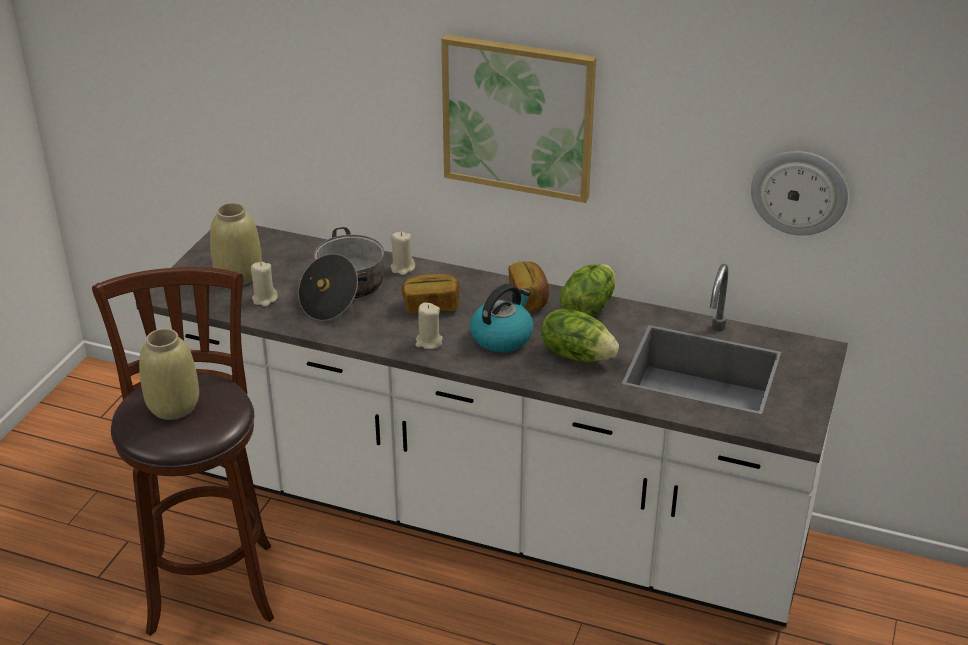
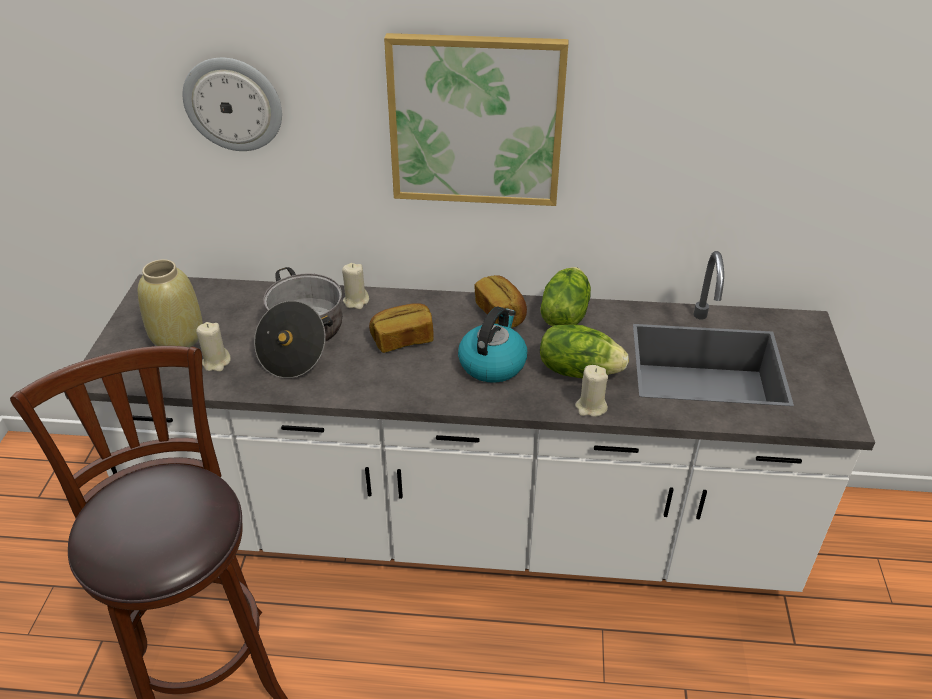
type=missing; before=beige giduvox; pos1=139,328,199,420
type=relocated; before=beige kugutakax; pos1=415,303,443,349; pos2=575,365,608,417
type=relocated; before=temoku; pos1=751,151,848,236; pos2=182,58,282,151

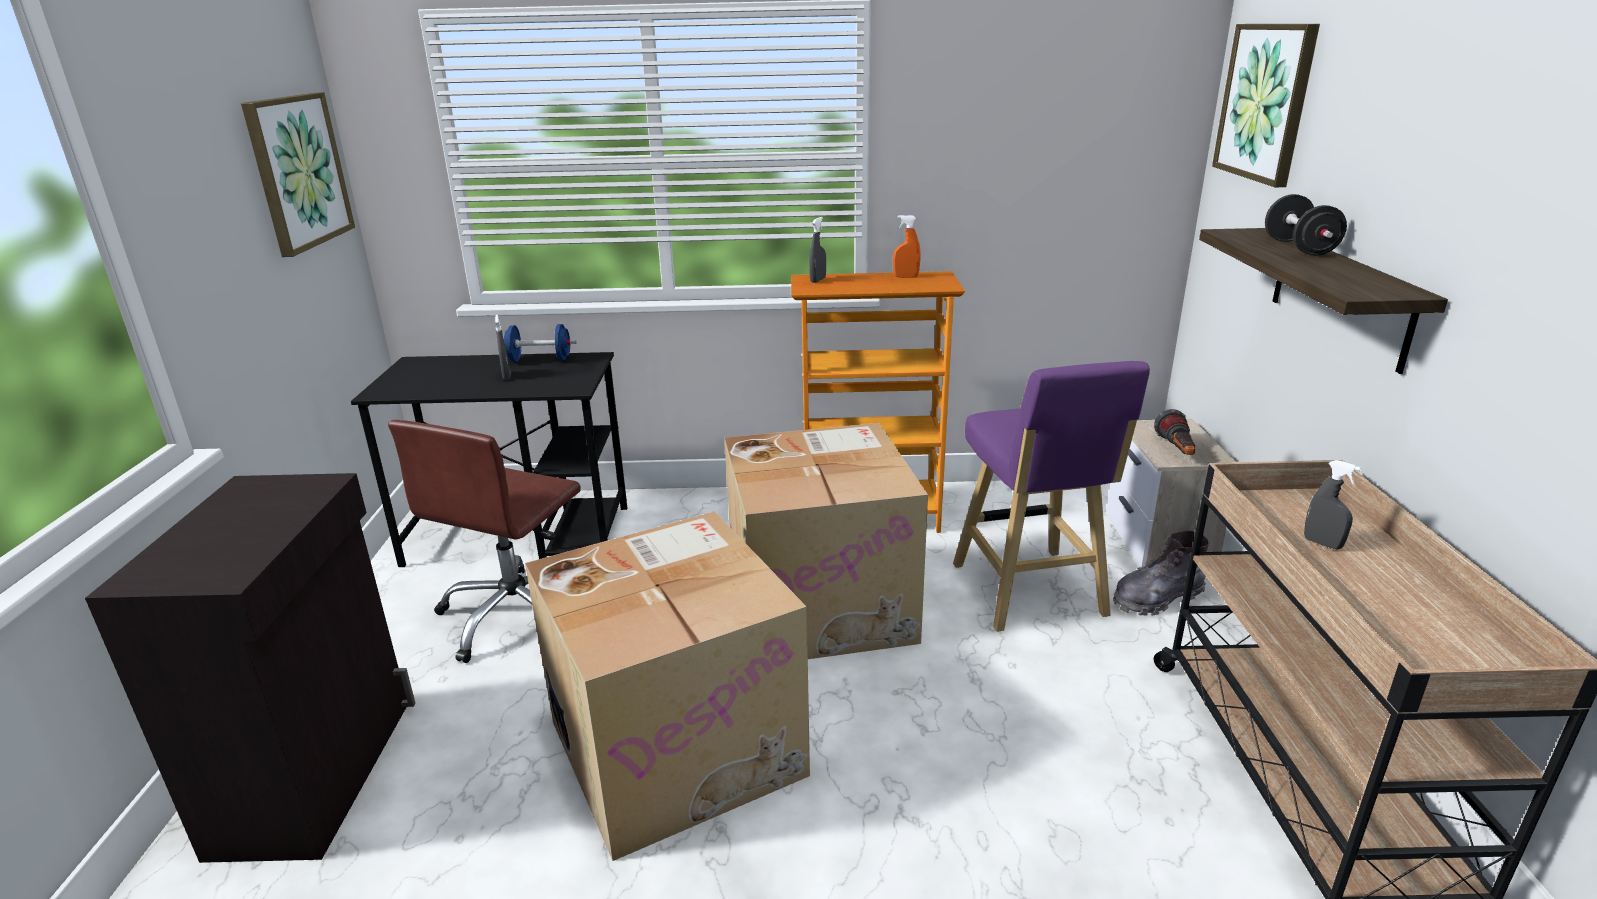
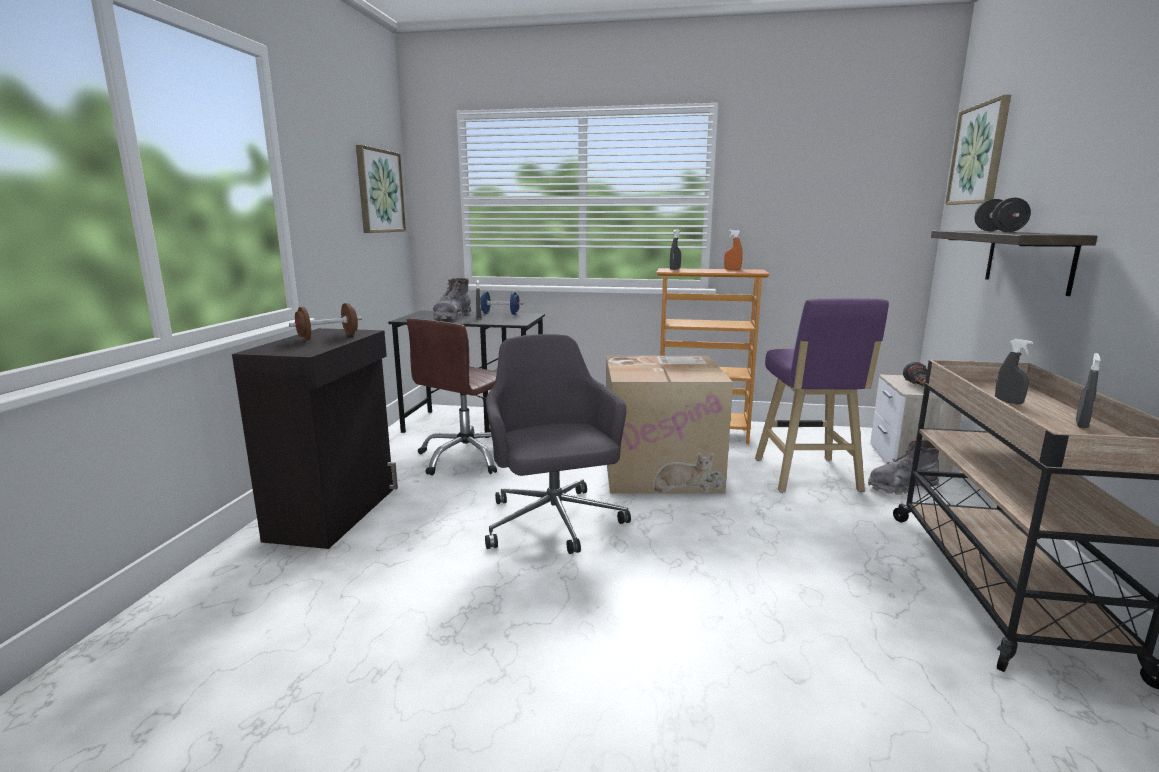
type=appeared; after=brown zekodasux; pos2=289,303,362,341
type=appeared; after=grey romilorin; pos2=433,278,471,319
type=appeared; after=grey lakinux; pos2=1076,353,1101,428
type=exchanged; before=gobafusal; after=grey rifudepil; pos1=525,511,810,861; pos2=485,334,631,554

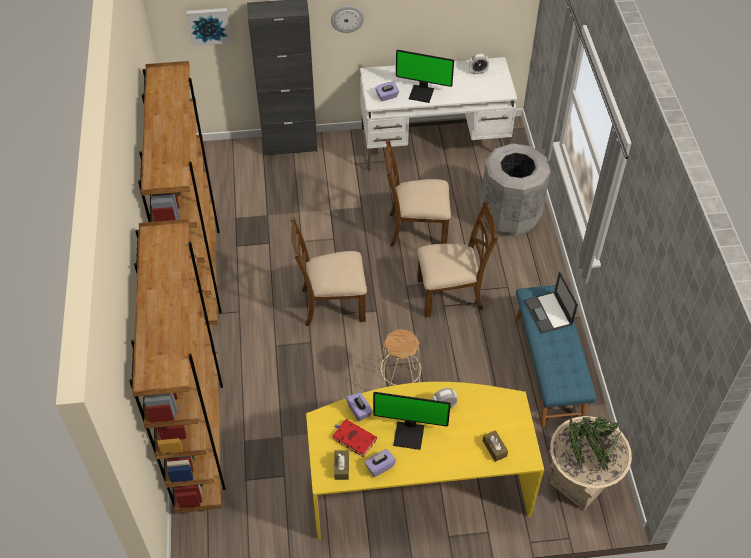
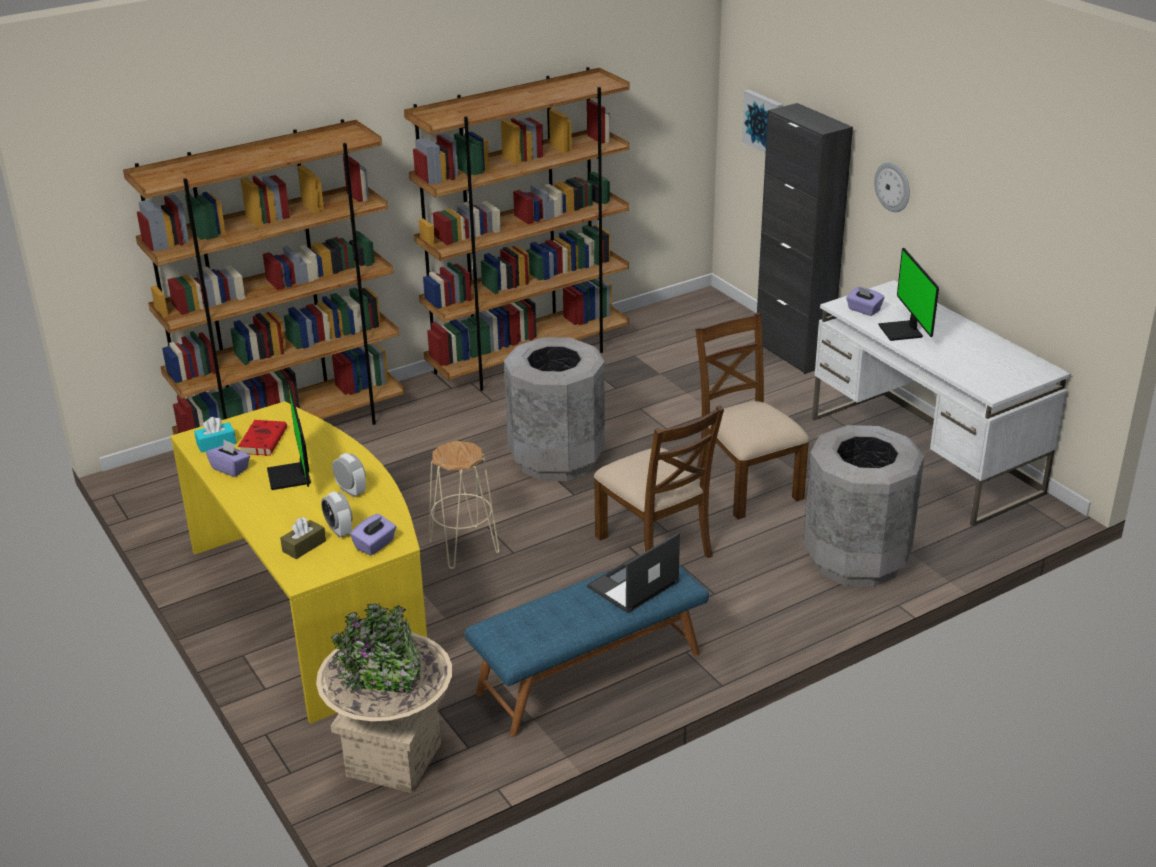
type=relocated; before=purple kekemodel; pos1=346,393,373,421; pos2=350,514,396,555
type=relocated; before=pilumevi; pos1=469,53,489,74; pos2=321,491,352,538
type=exchanged; before=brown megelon; after=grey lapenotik; pos1=291,217,367,326; pos2=504,337,605,481
type=colour; before=brown kekemodel; after=turquoise kekemodel; pos1=334,451,349,480; pos2=194,417,236,453

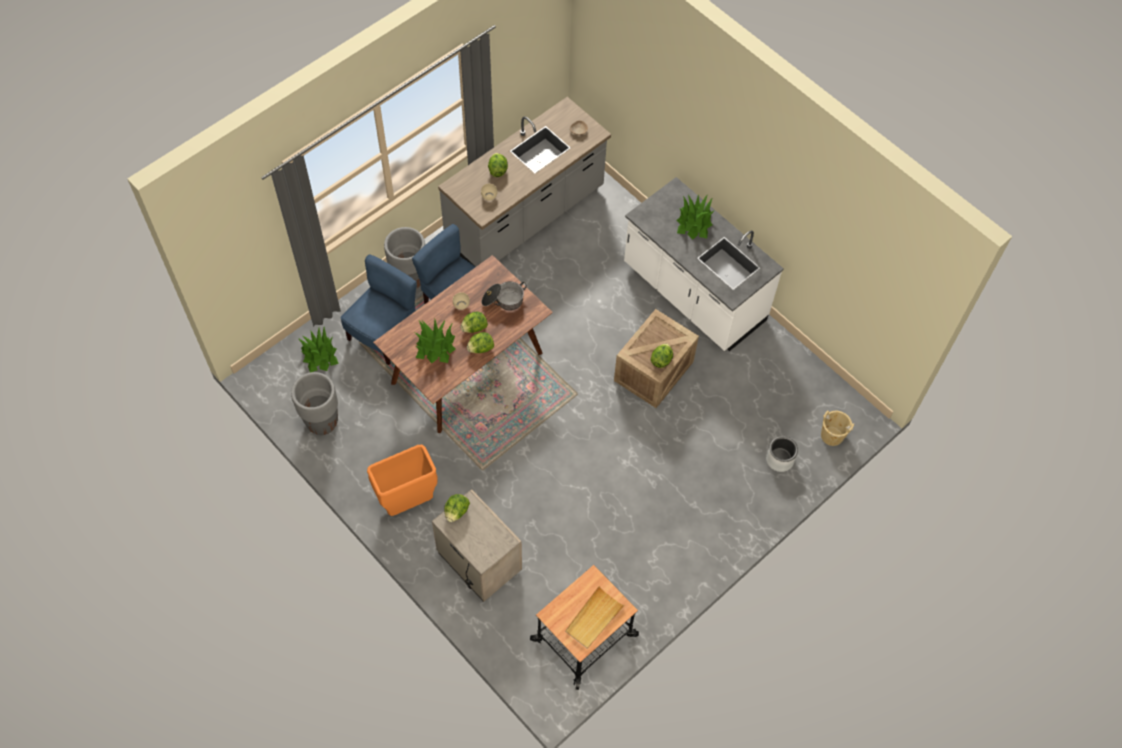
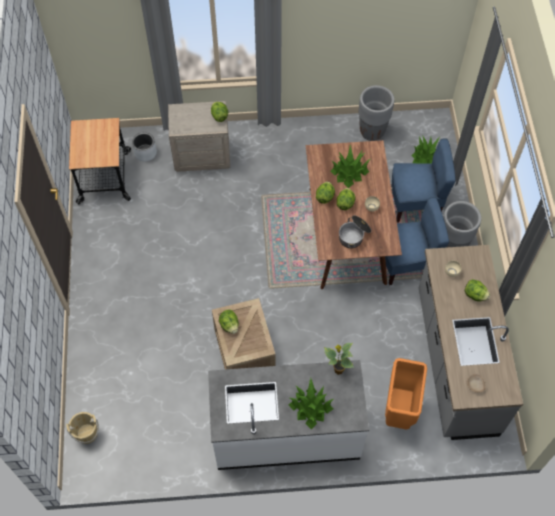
type=missing; before=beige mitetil; pos1=565,586,625,649
type=appeared; after=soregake; pos2=324,343,354,375
type=relocated; before=orange lapenotik; pos1=367,445,437,516; pos2=385,358,427,429
type=relocated; before=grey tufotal; pos1=766,436,798,472; pos2=132,132,157,162
type=spun; before=blue megelon; pos1=340,254,417,365; pos2=391,138,456,223; turn=-75

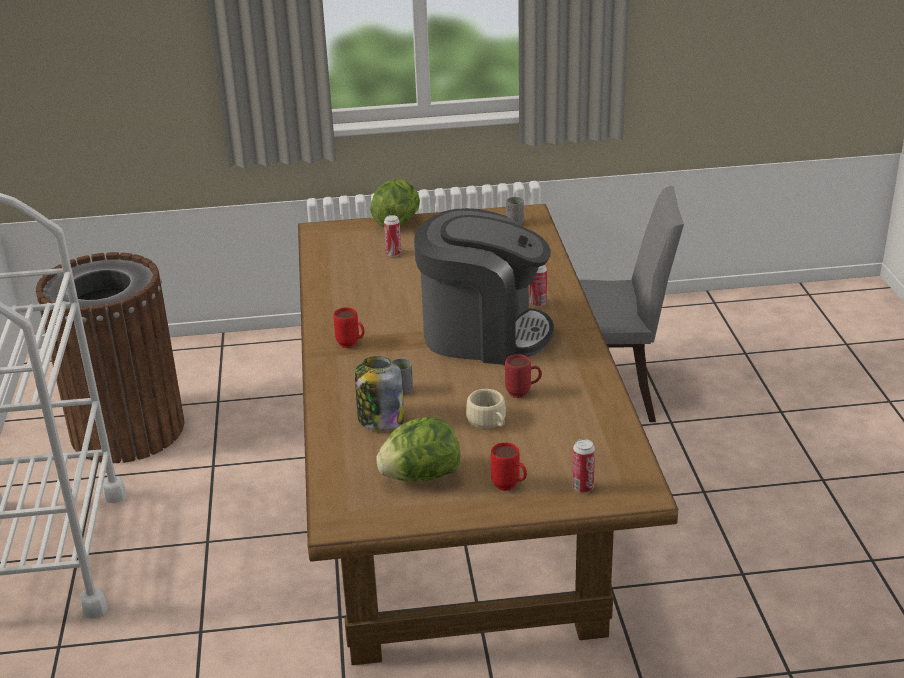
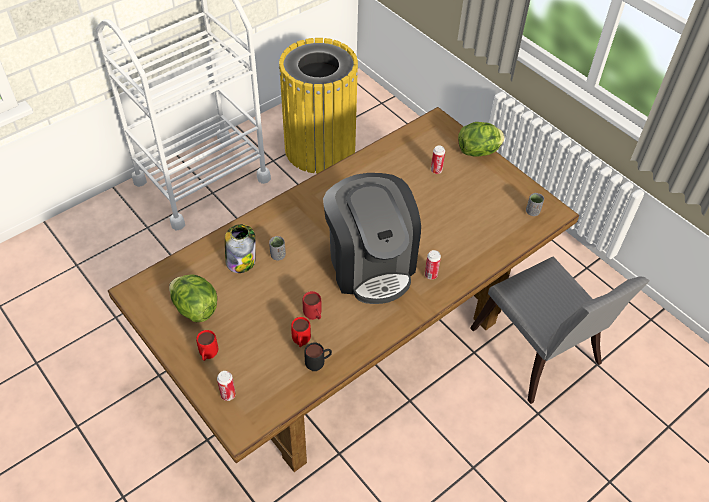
type=missing; before=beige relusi; pos1=466,389,506,428
type=appeared; after=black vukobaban; pos2=304,342,332,371
type=relocated; before=red vukobaban; pos1=333,307,365,348; pos2=291,317,311,347
type=colour; before=brown lapenotik; after=yellow lapenotik; pos1=36,252,185,463; pos2=279,38,359,174

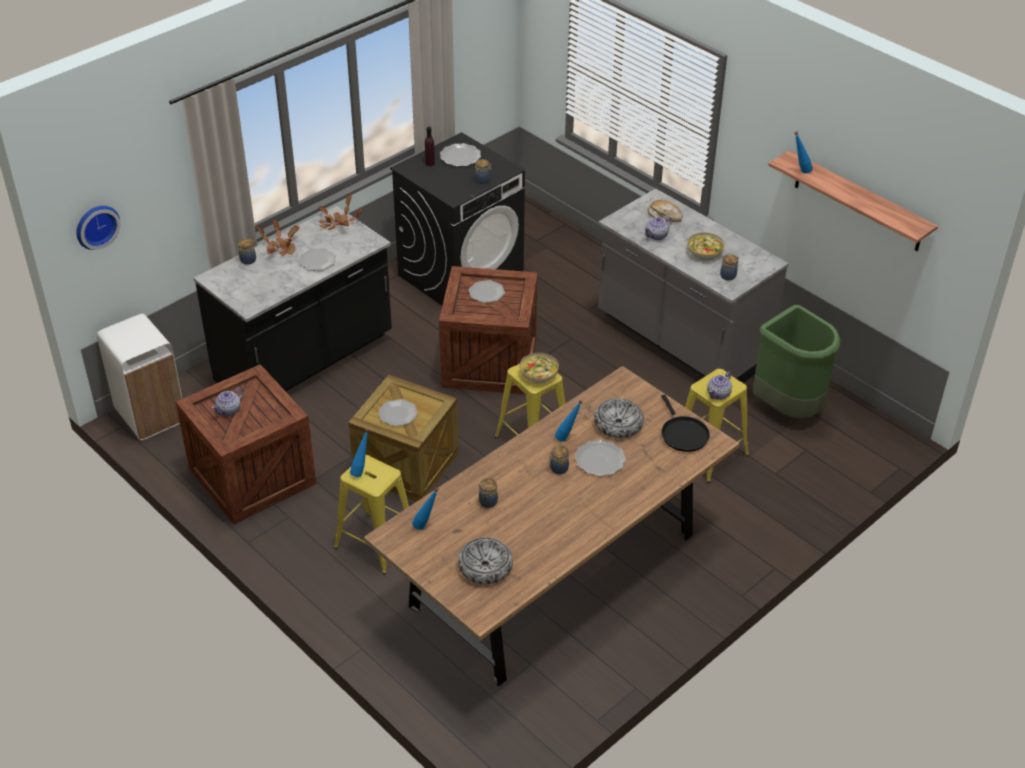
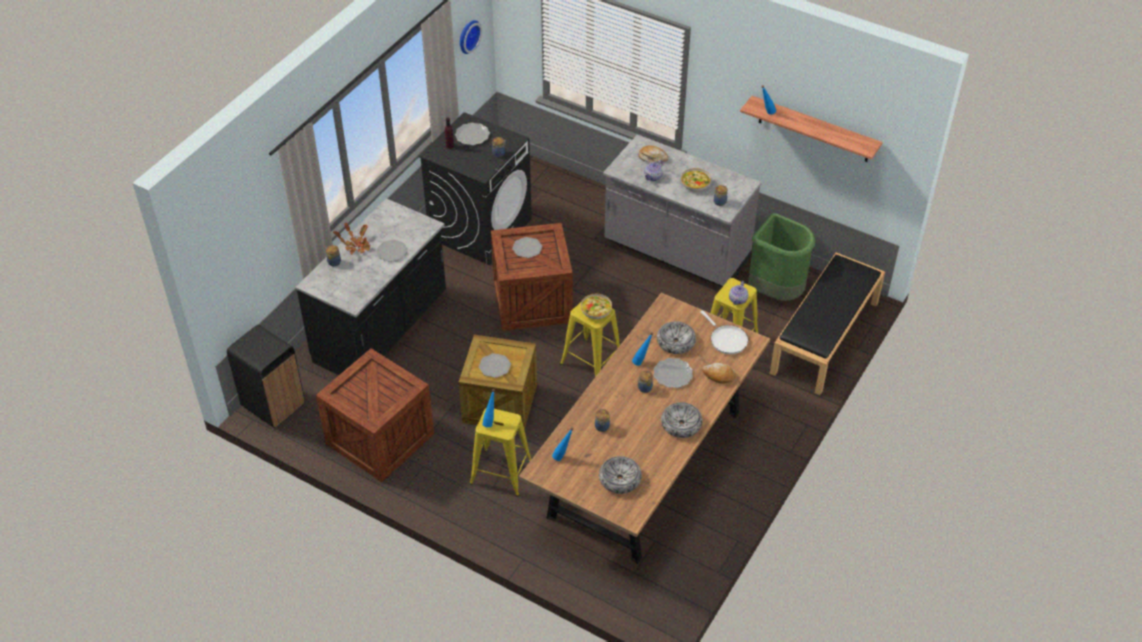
type=missing; before=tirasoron; pos1=212,387,243,416
type=missing; before=soregake; pos1=318,194,362,230
type=appeared; after=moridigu; pos2=661,402,703,438
type=appeared; after=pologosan; pos2=702,363,736,384
type=appeared; after=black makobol; pos2=770,253,885,395
type=relocated; before=temoku; pos1=76,206,120,250; pos2=460,20,482,54
type=colour; before=white lapenotik; after=black lapenotik; pos1=97,314,182,440; pos2=227,325,305,428
type=colour; before=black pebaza; after=white pebaza; pos1=661,394,710,452; pos2=700,310,748,354

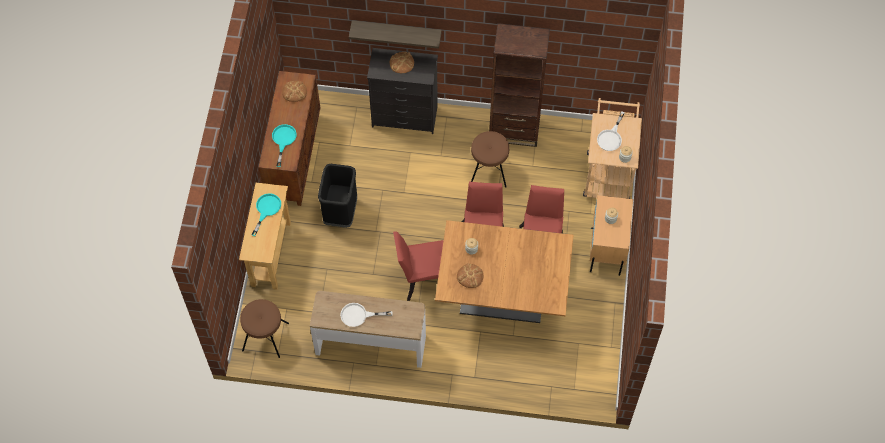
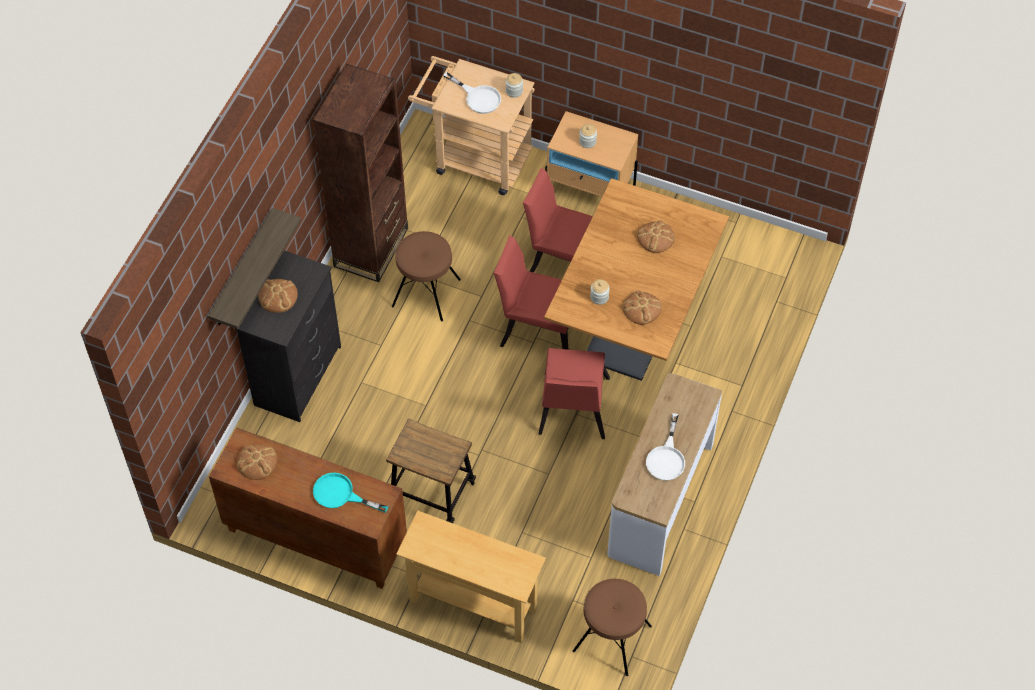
type=missing; before=turquoise pebaza; pos1=251,193,281,236
type=appeared; after=pologosan; pos2=637,220,675,253
type=exchanged; before=black lapenotik; after=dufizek; pos1=318,164,357,228; pos2=386,418,476,523

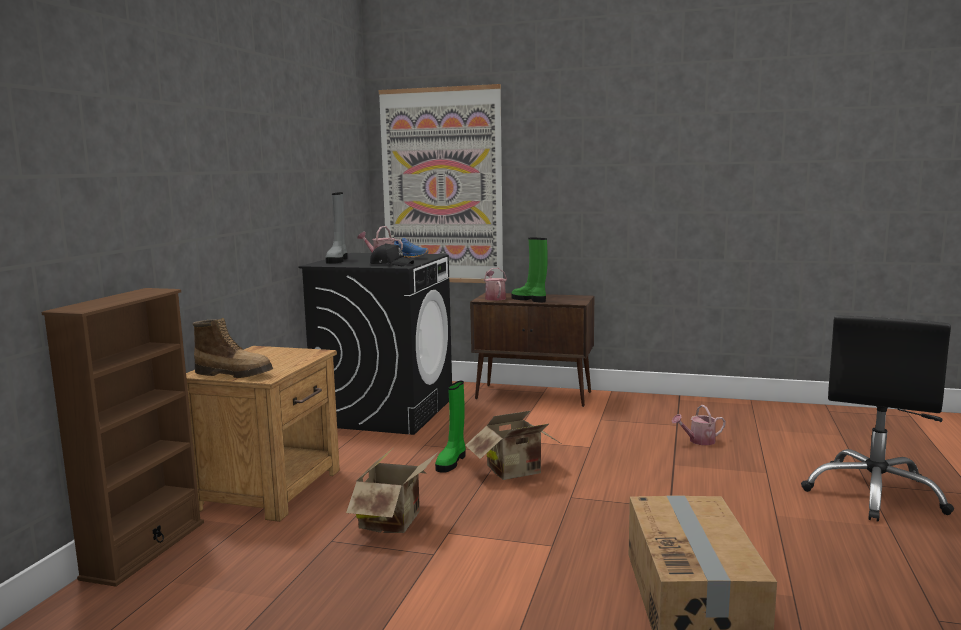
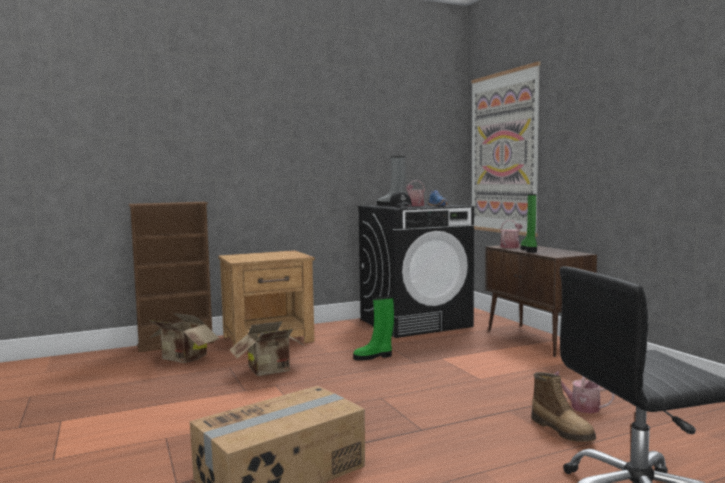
type=relocated; before=romilorin; pos1=193,318,273,378; pos2=531,372,596,442
type=relocated; before=gobafusal; pos1=465,411,563,480; pos2=149,313,220,363

